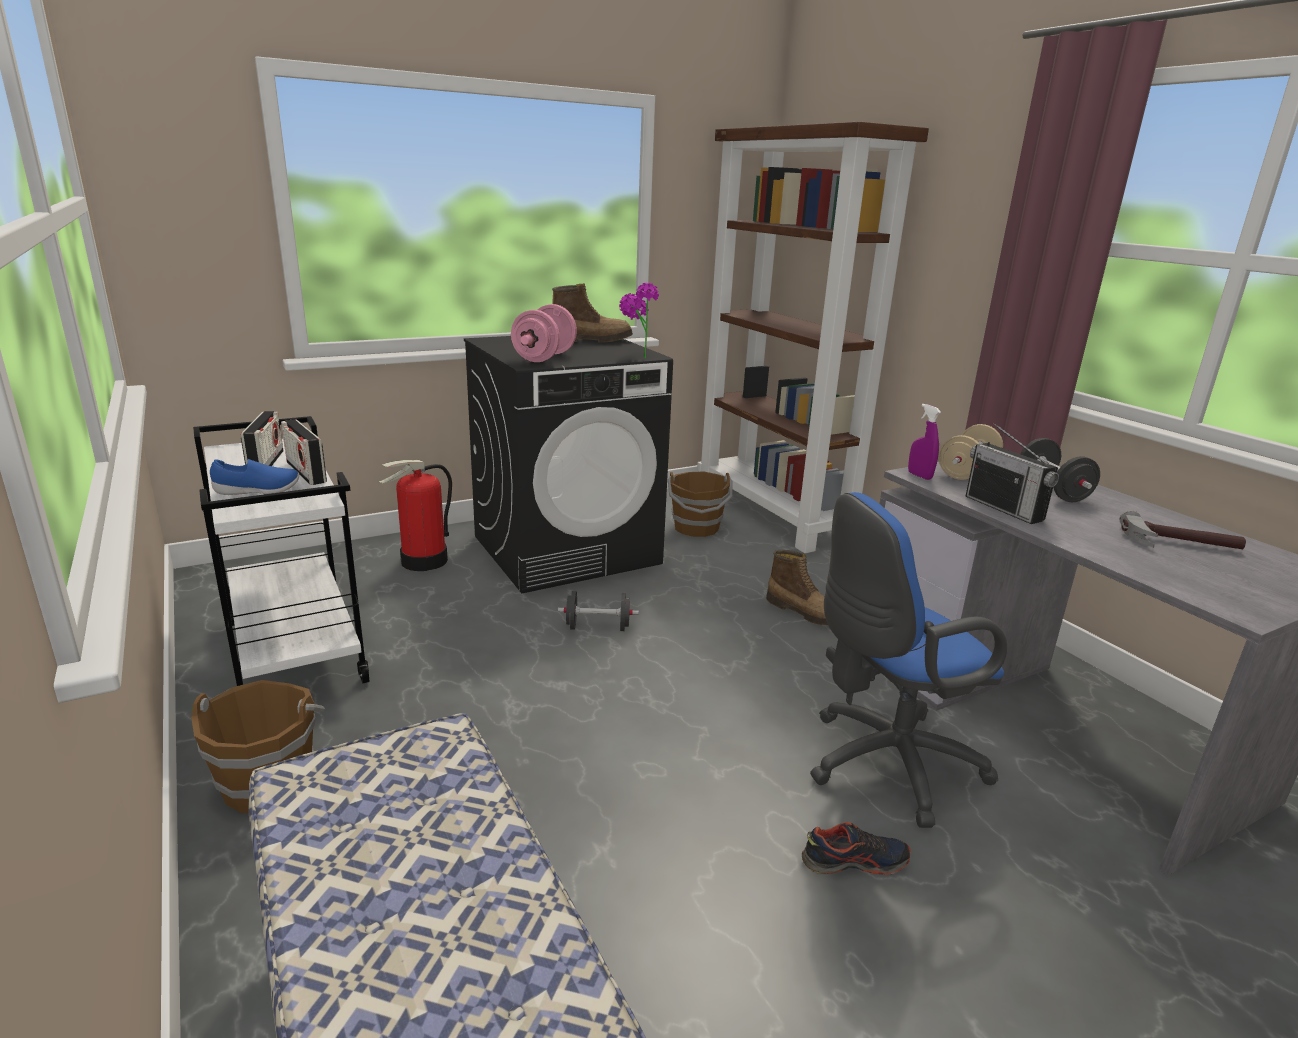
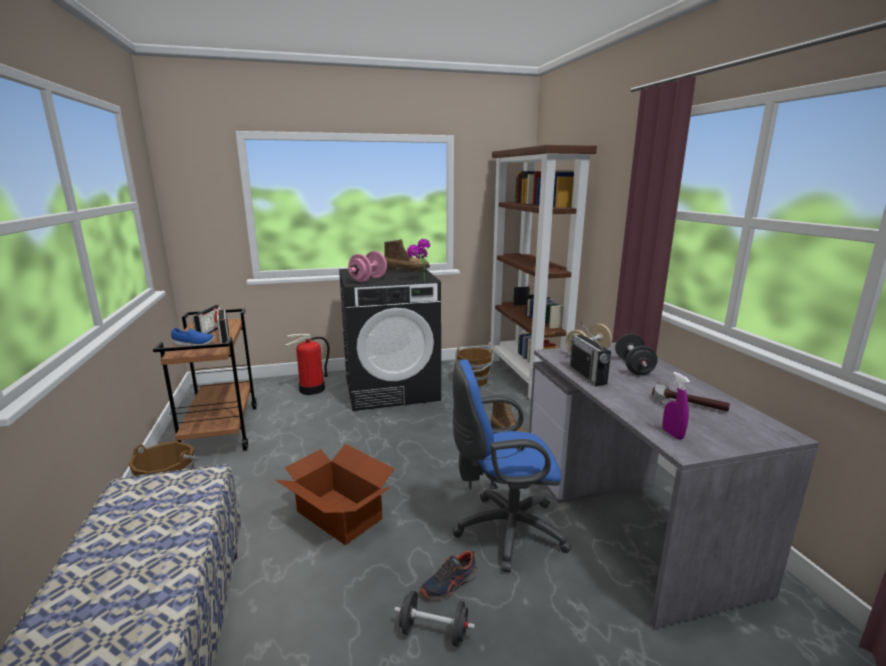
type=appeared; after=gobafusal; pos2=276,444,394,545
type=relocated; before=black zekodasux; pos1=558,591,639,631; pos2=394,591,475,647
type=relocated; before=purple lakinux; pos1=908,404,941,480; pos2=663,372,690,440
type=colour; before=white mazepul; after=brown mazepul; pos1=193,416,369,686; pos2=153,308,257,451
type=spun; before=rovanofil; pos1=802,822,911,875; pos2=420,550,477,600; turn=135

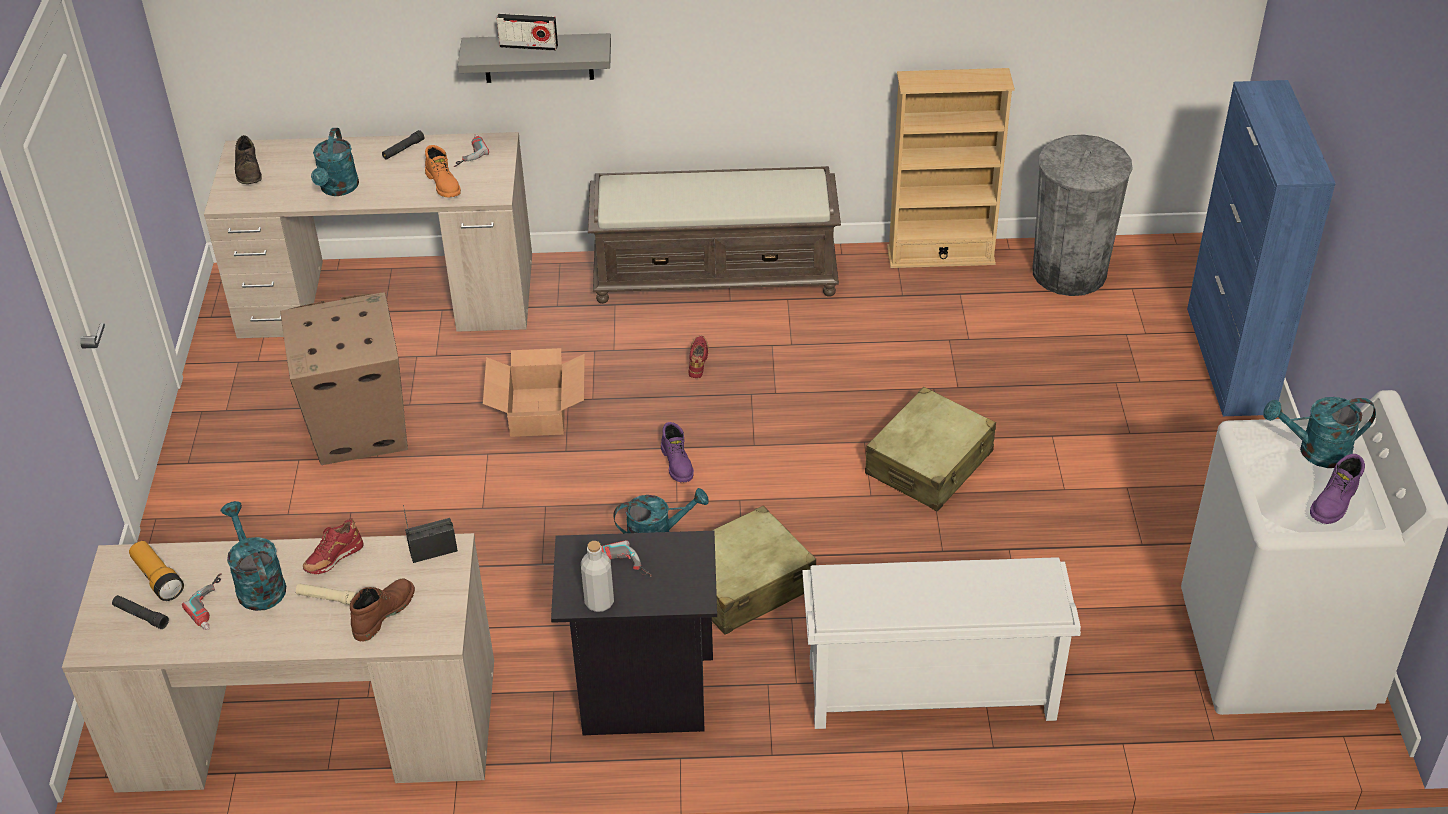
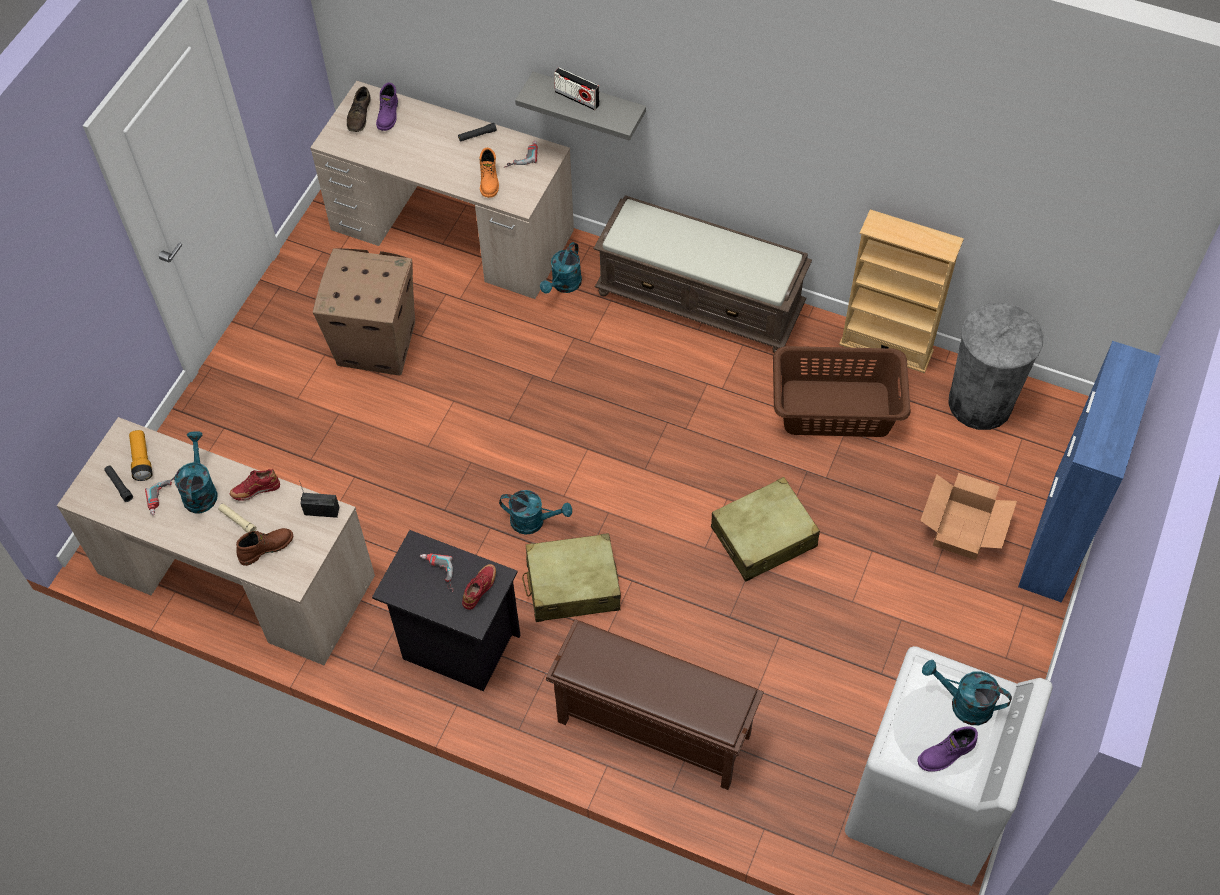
type=missing; before=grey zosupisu; pos1=581,541,614,612
type=appeared; after=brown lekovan; pos2=773,346,911,437
type=relocated; before=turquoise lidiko; pos1=311,128,359,196; pos2=540,242,582,294
type=relocated; before=gobafusal; pos1=483,348,585,437; pos2=920,473,1017,560
type=relocated; before=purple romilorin; pos1=661,422,694,483; pos2=376,83,398,131
type=relocated; before=red rovanofil; pos1=689,335,709,378; pos2=462,564,496,610
type=colour; before=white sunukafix; after=brown sunukafix; pos1=802,557,1081,729; pos2=546,619,764,790

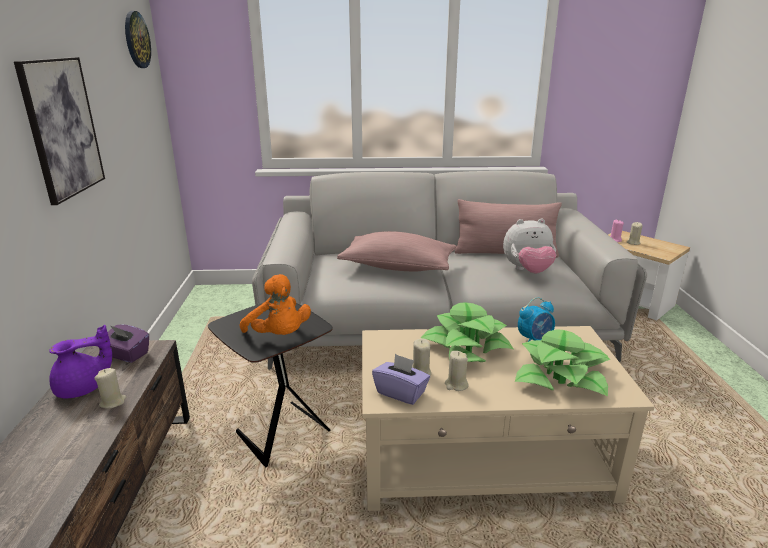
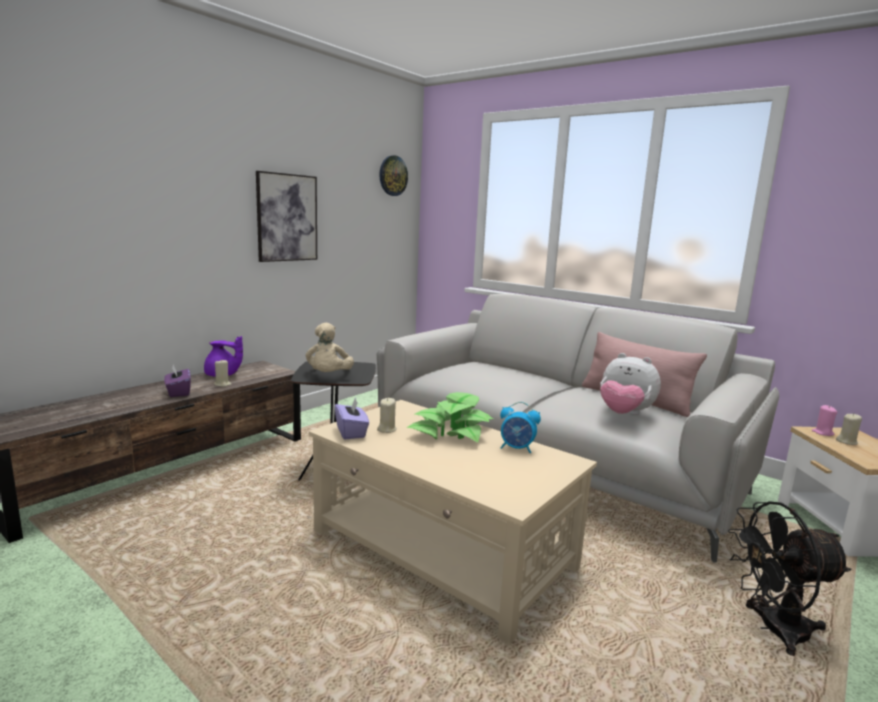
type=missing; before=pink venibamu; pos1=337,231,457,271
type=missing; before=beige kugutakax; pos1=445,351,469,391
type=missing; before=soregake; pos1=515,329,610,396
type=appeared; after=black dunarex; pos2=728,501,852,656
type=relocated; before=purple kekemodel; pos1=108,324,149,363; pos2=164,364,191,397
type=colour; before=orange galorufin; after=beige galorufin; pos1=240,274,311,335; pos2=306,323,354,372

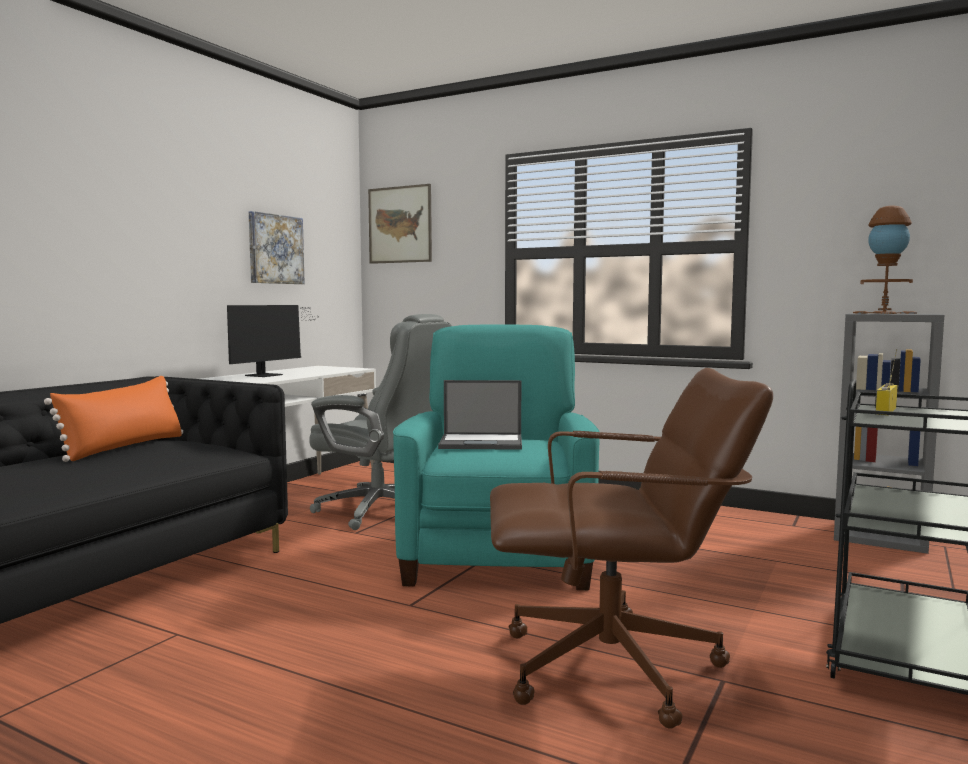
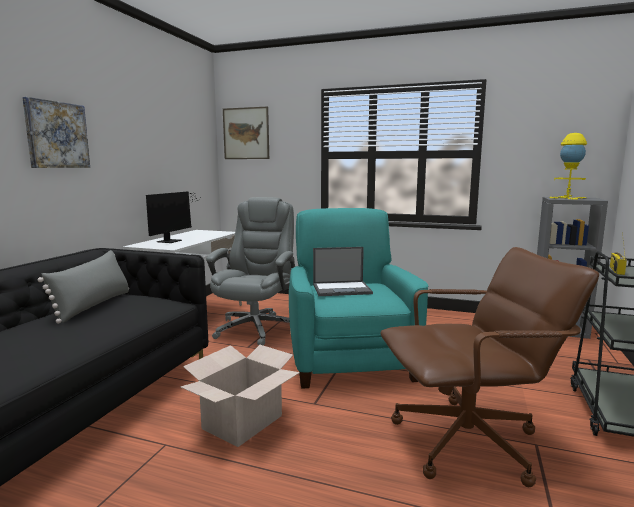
type=appeared; after=gobafusal; pos2=180,345,300,447
type=relocated; before=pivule; pos1=249,211,305,284; pos2=22,97,90,168
type=colour; before=orange venibamu; after=grey venibamu; pos1=44,376,183,462; pos2=38,250,129,324
type=colour; before=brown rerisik; after=yellow rerisik; pos1=853,206,917,314; pos2=549,133,587,199
type=spun; before=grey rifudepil; pos1=309,314,452,530; pos2=206,197,295,346; turn=-90

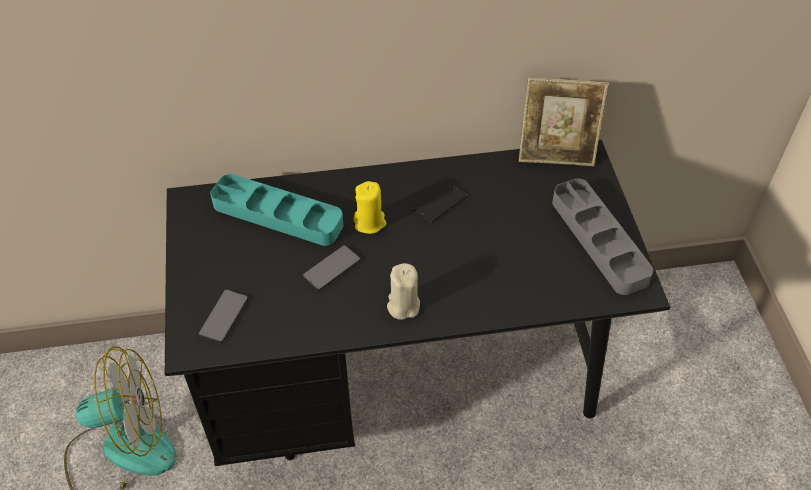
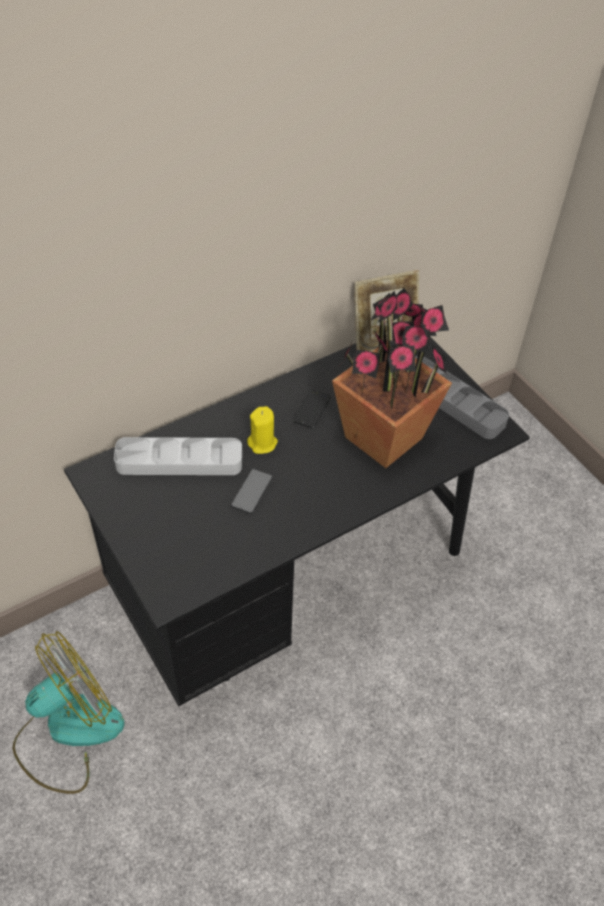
type=missing; before=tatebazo; pos1=198,289,248,343
type=missing; before=beige kugutakax; pos1=387,263,420,320
type=appeared; after=soregake; pos2=332,288,452,468
type=colour; before=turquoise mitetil; after=grey mitetil; pos1=210,174,343,246; pos2=114,437,242,475

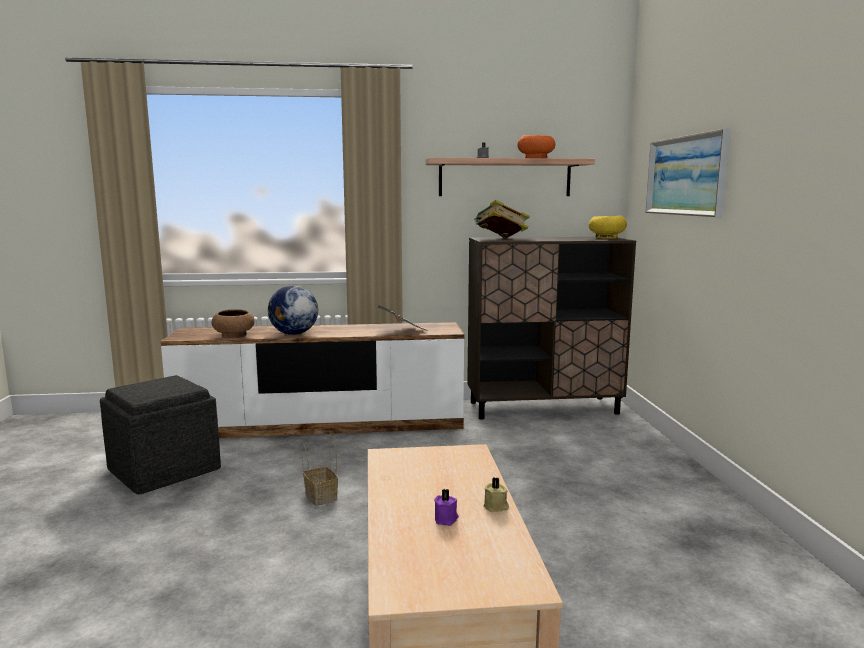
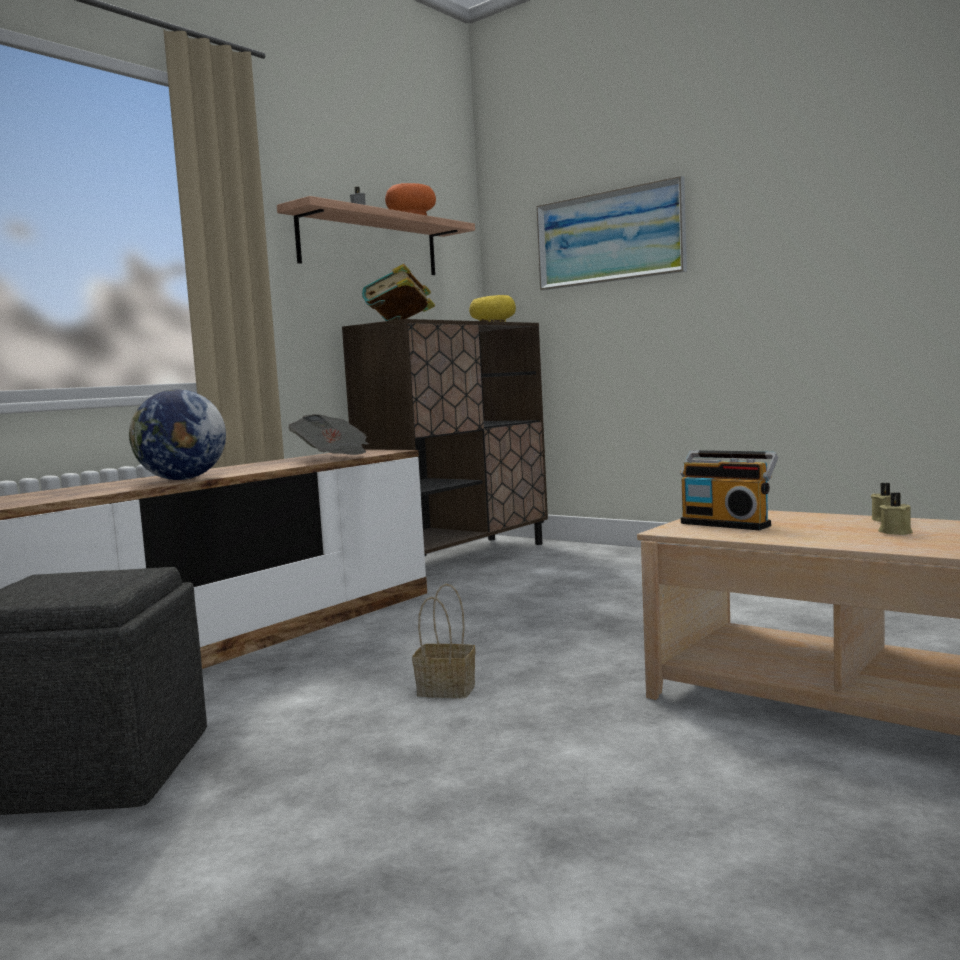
type=missing; before=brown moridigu; pos1=212,309,255,338
type=appeared; after=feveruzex; pos2=680,450,778,530
type=colour; before=purple kugutakax; after=beige kugutakax; pos1=434,489,459,526; pos2=878,492,913,535

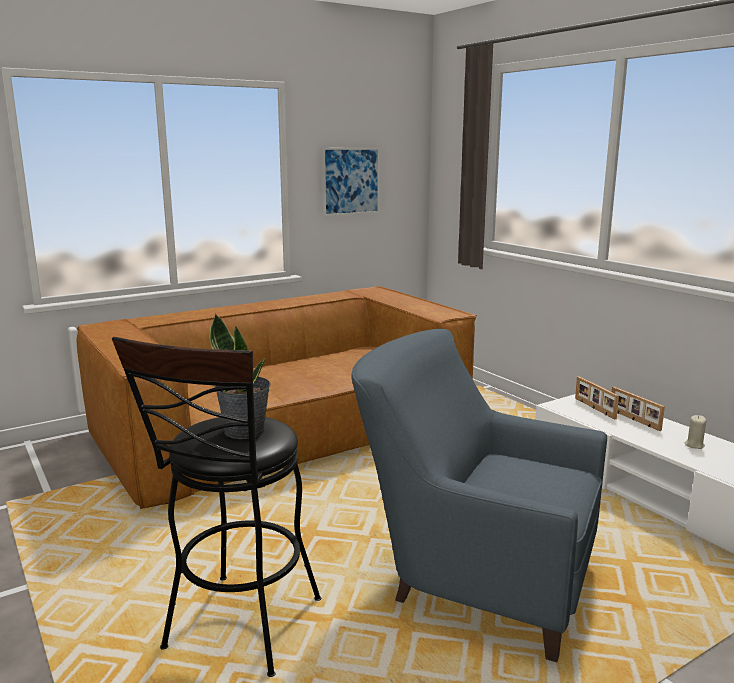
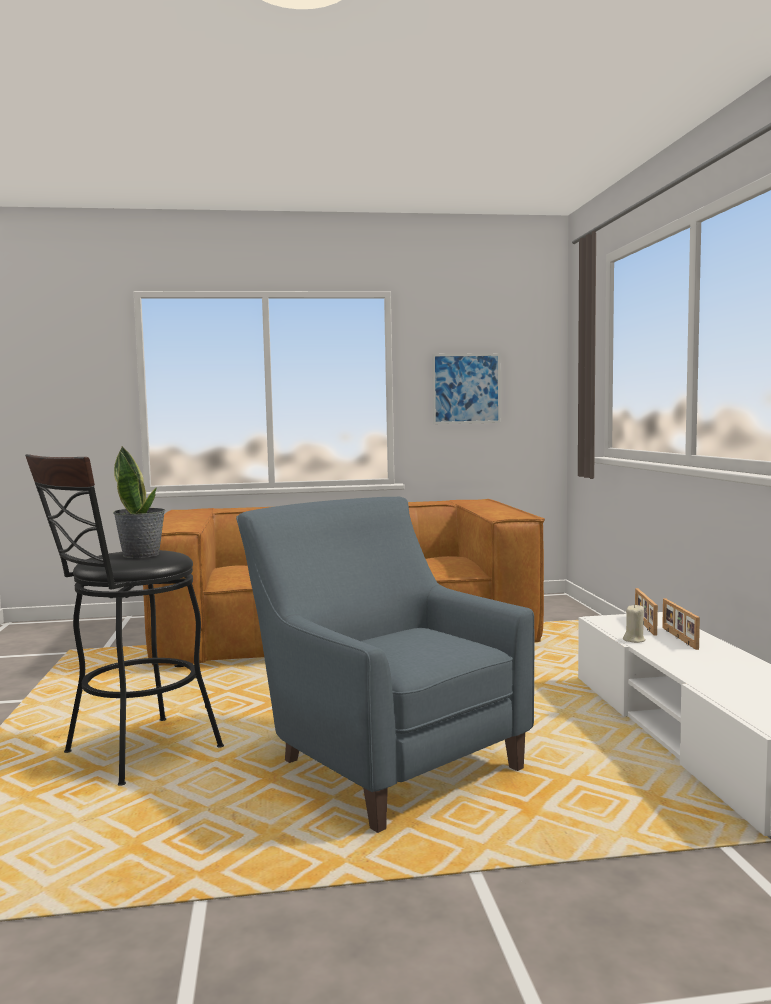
type=relocated; before=beige kugutakax; pos1=685,415,706,449; pos2=623,604,646,643

